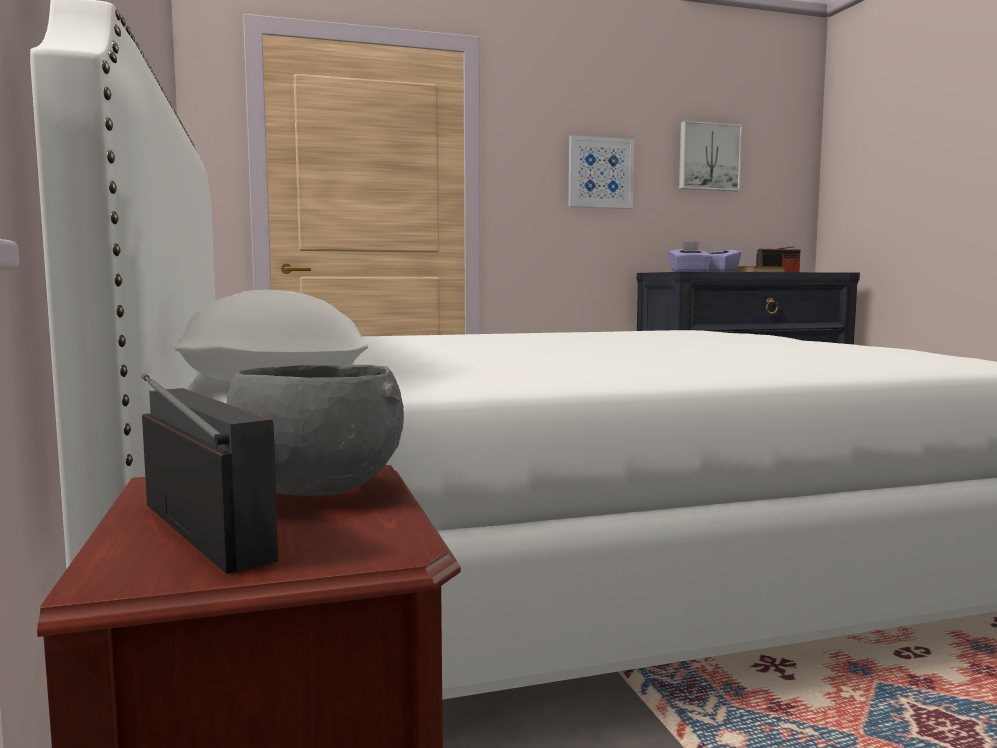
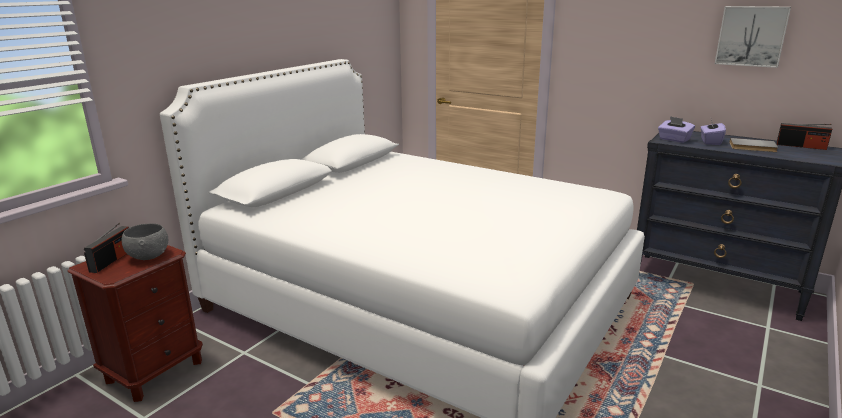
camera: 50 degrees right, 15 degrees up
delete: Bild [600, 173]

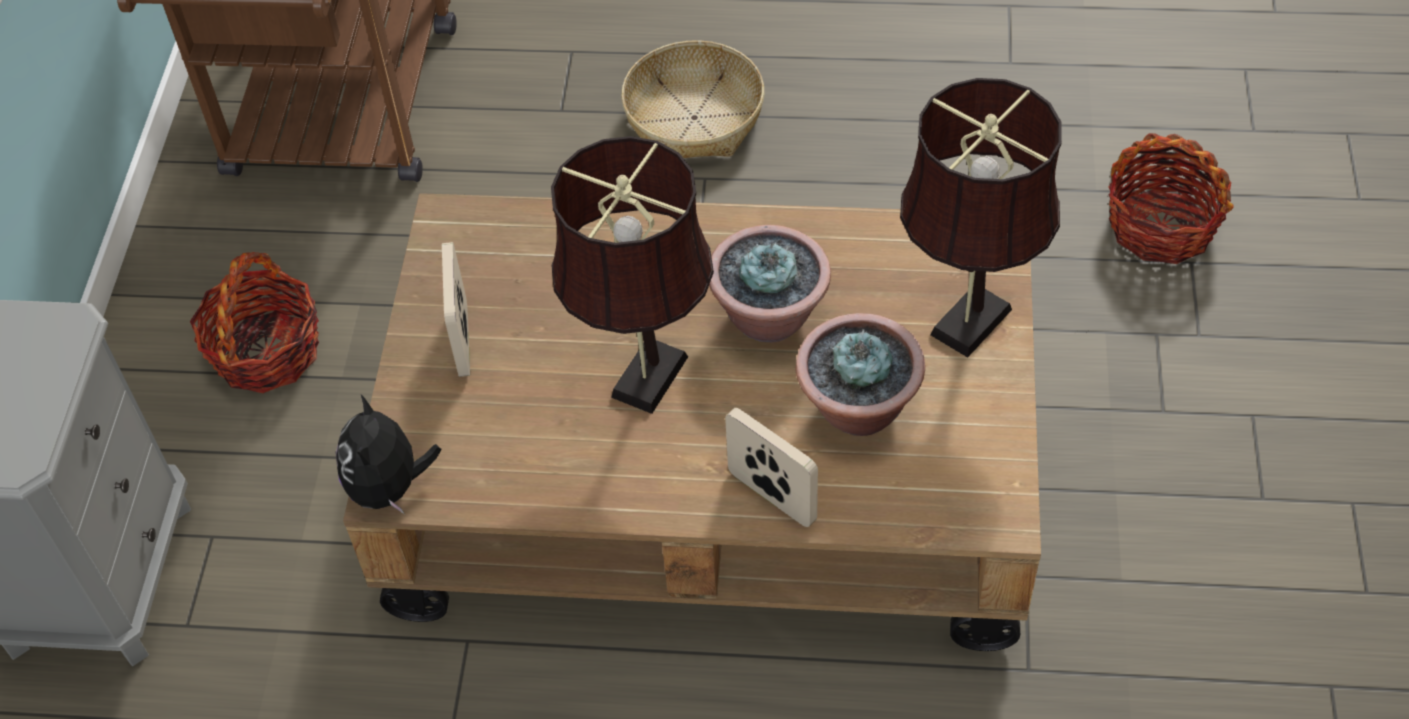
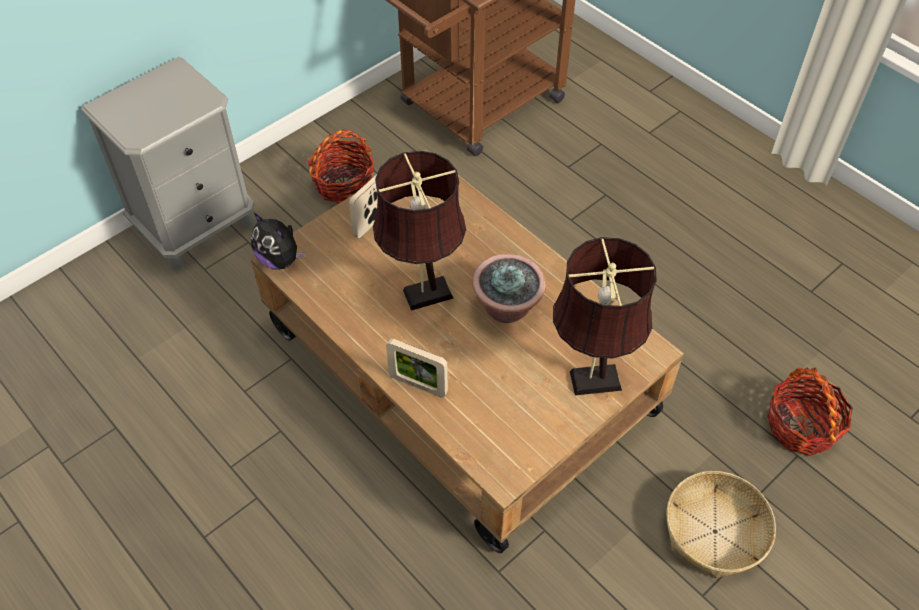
camera: 40 degrees right, 0 degrees up
delete: Topfpflanze [857, 409]
move: Korb [695, 118] to [715, 532]
rotate: Plüschtier [390, 488] = [280, 260] 90 degrees counterclockwise; Bilderrahmen [772, 497] = [418, 385] 120 degrees clockwise

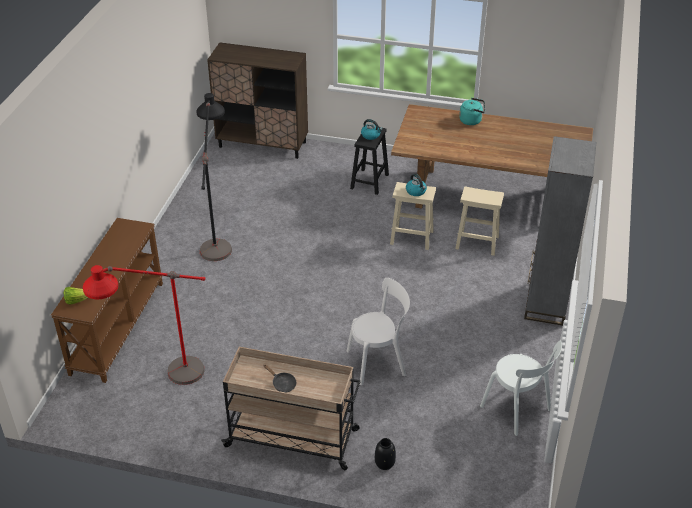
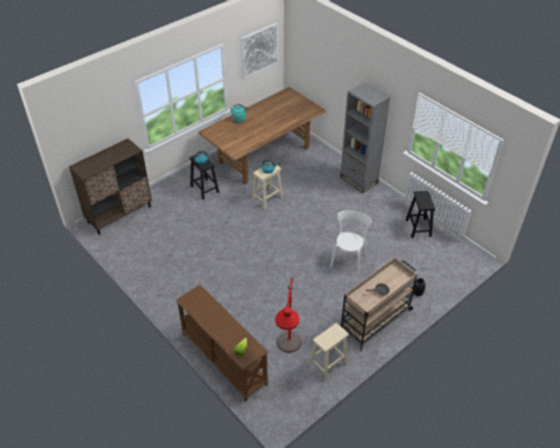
camera: 55 degrees left, 5 degrees up
delete: Stehlampe/schwarz [218, 236]
insert: Bild [259, 50]
move: Hocker/beige [476, 242] to [328, 364]
replace: Stuhl/weiß [518, 410] to Hocker/schwarz [418, 228]

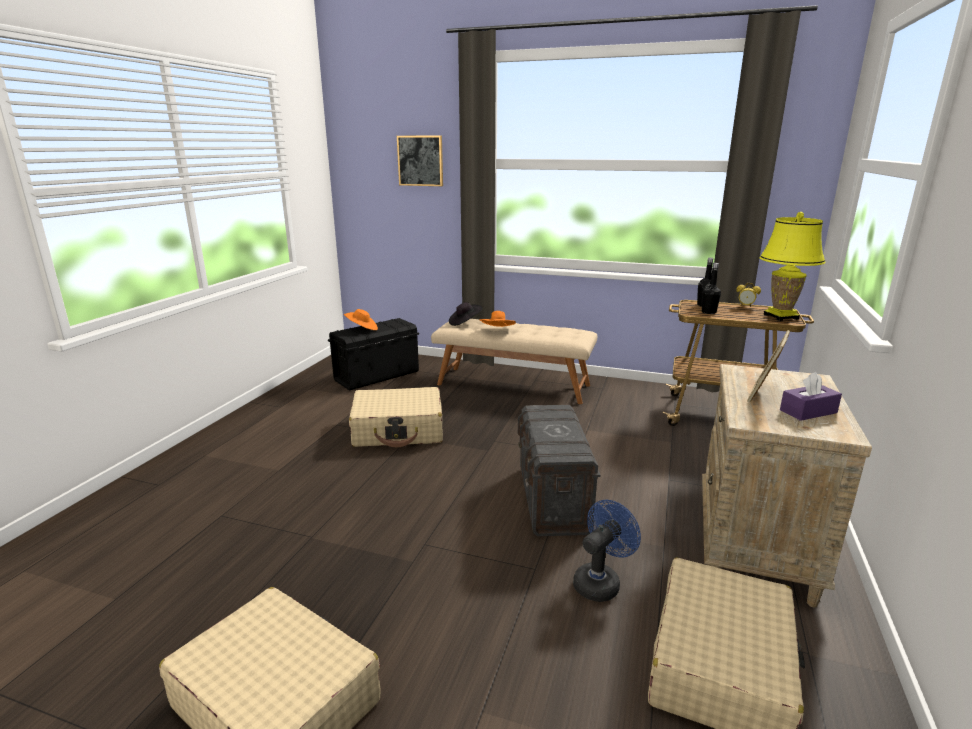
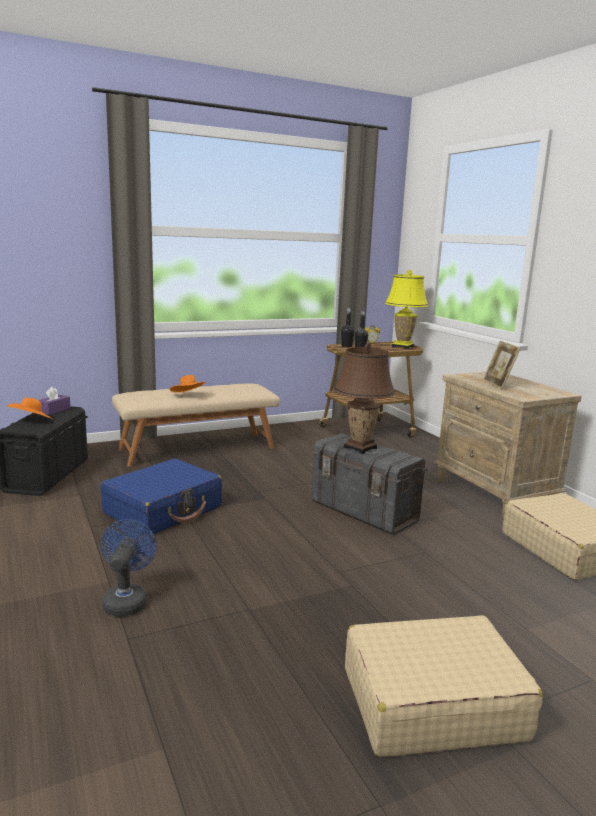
camera: 45 degrees left, 5 degrees down
delete: Bild [420, 161]; Hut/schwarz [465, 322]
insert: Tischlampe/braun [360, 448]
move: Ventilator/blau [600, 581] to [126, 600]; Taschentuchbox/lila [808, 411] to [54, 410]
recolor: Koffer/beige [398, 430] to Koffer/blau [164, 510]

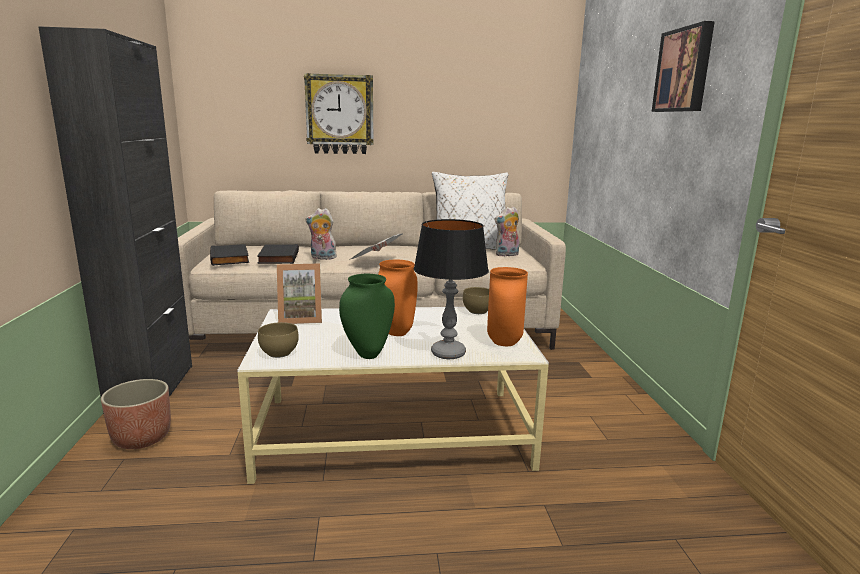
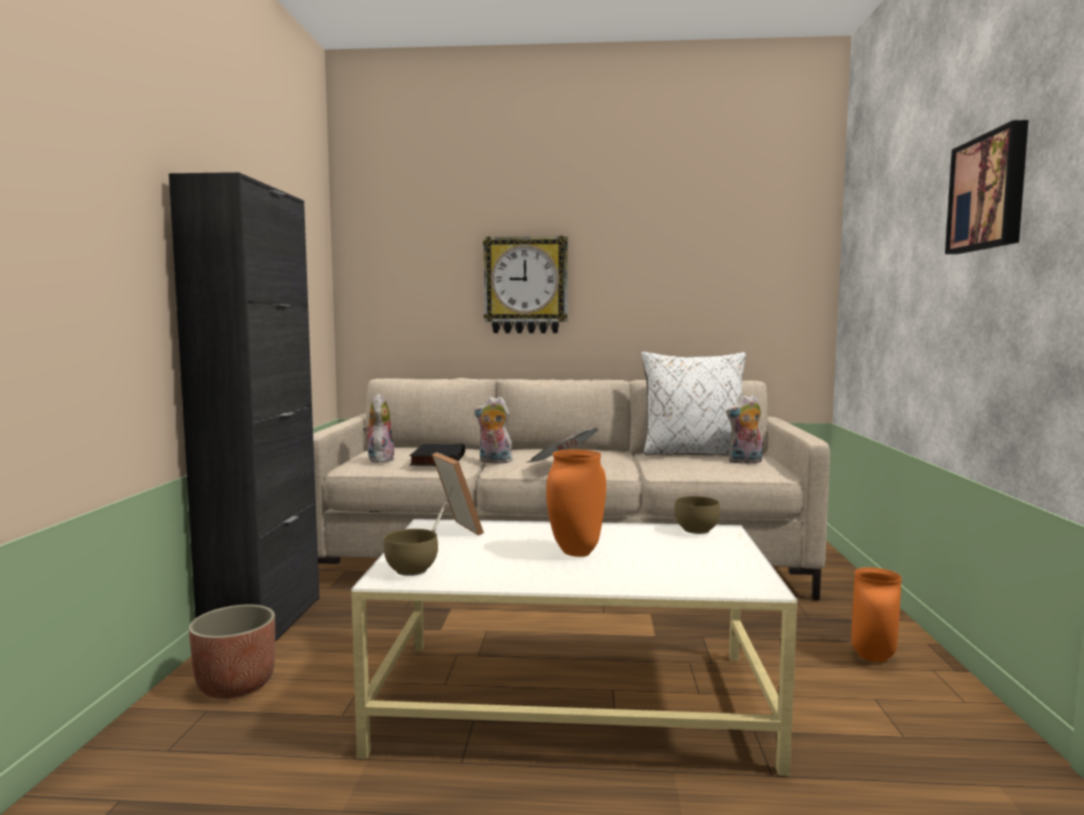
camera: 10 degrees right, 10 degrees down
delete: Vase/grün [368, 355]; Tischlampe [448, 353]
move: Vase/orange [503, 343] to [871, 657]
replace: Buch/schwarz [231, 258] to Plüschtier [379, 459]
rotate: Bilderrahmen [300, 319] = [450, 531] 120 degrees counterclockwise

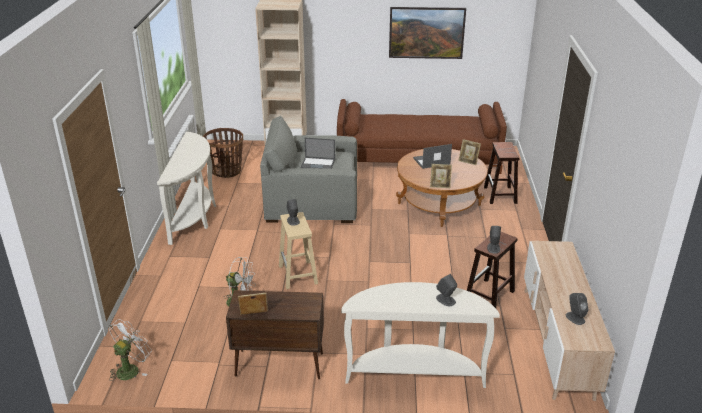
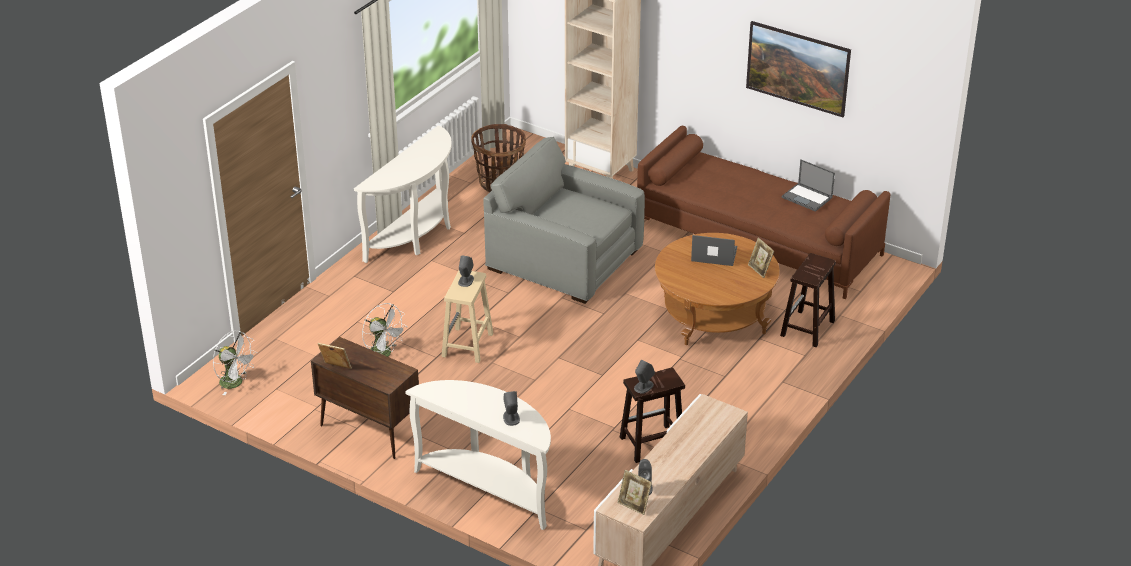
camera: 30 degrees right, 5 degrees up
move: Laptop [318, 164] to [807, 197]; Bilderrahmen [440, 186] to [634, 505]
rotate: Ventilator/weiß [131, 369] = [236, 383] 60 degrees clockwise

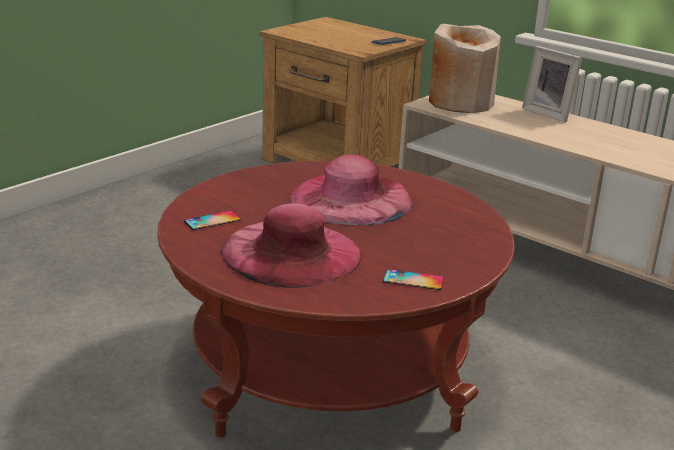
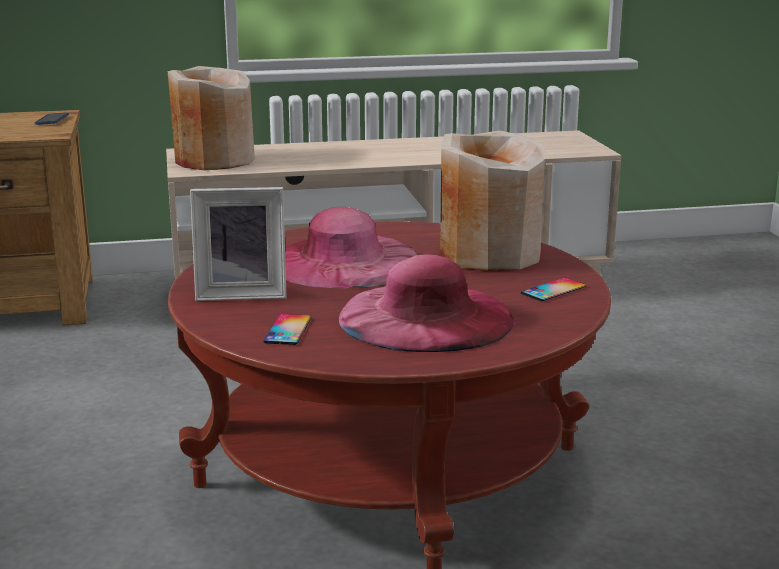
camera: 50 degrees left, 5 degrees down
insert: Vase/beige [488, 254]
move: Bilderrahmen [549, 113] to [242, 293]

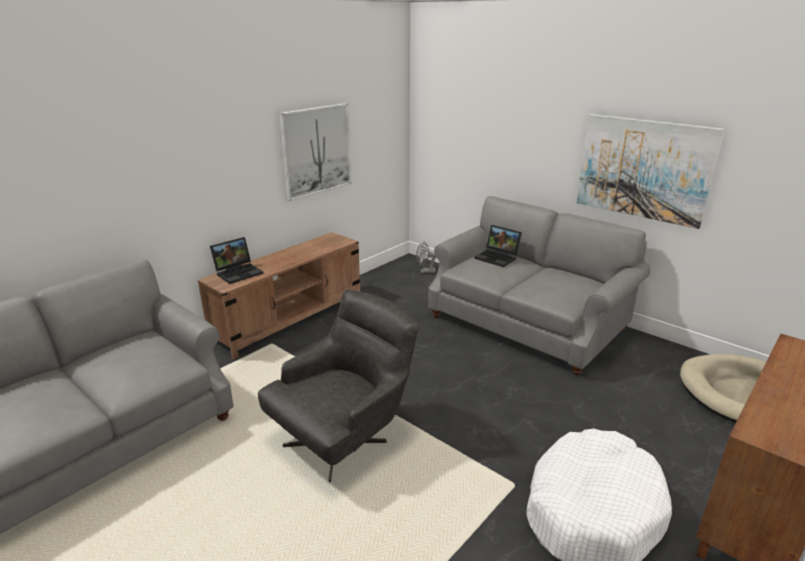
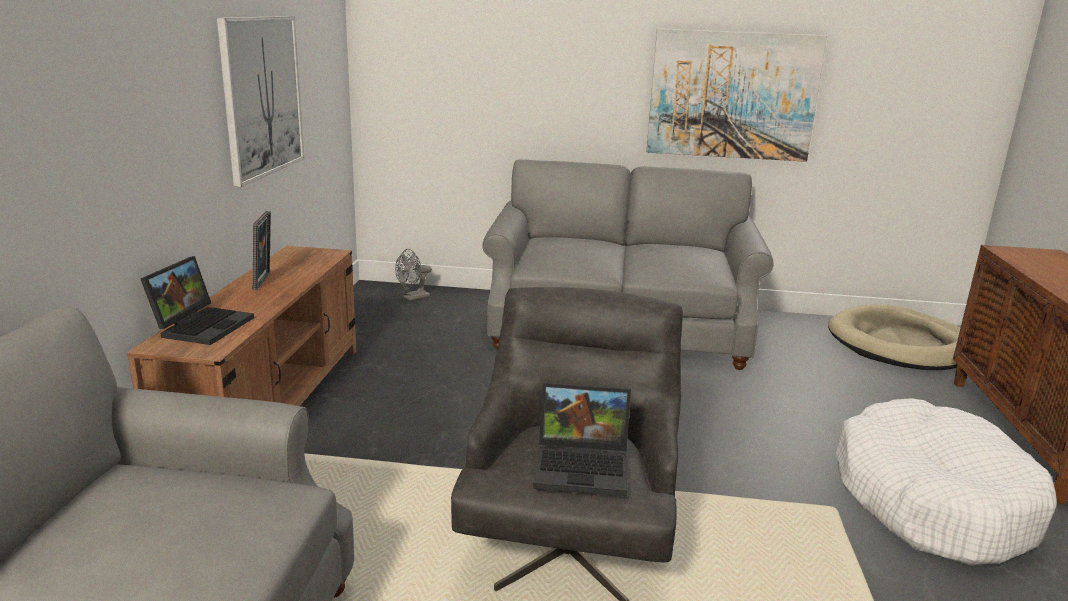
camera: 35 degrees left, 5 degrees down
insert: Bilderrahmen [264, 281]
move: Laptop [498, 258] to [584, 467]

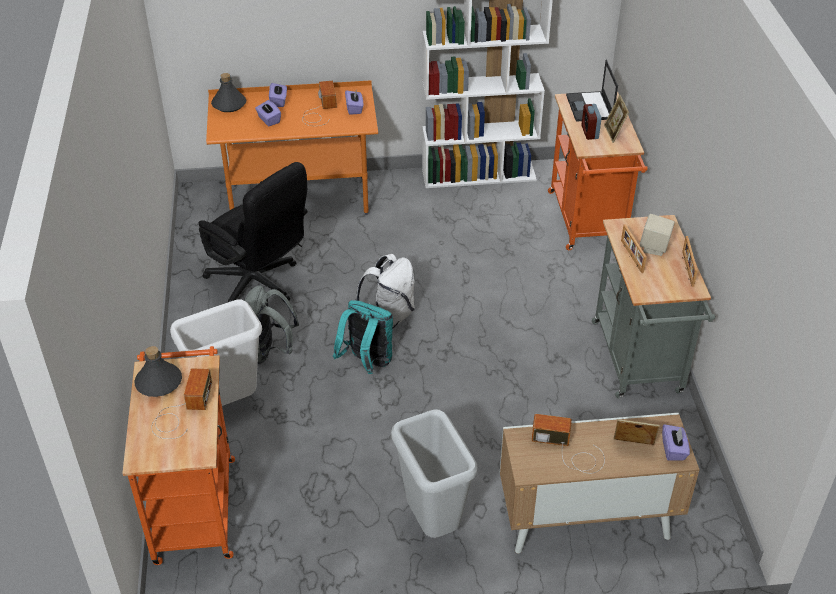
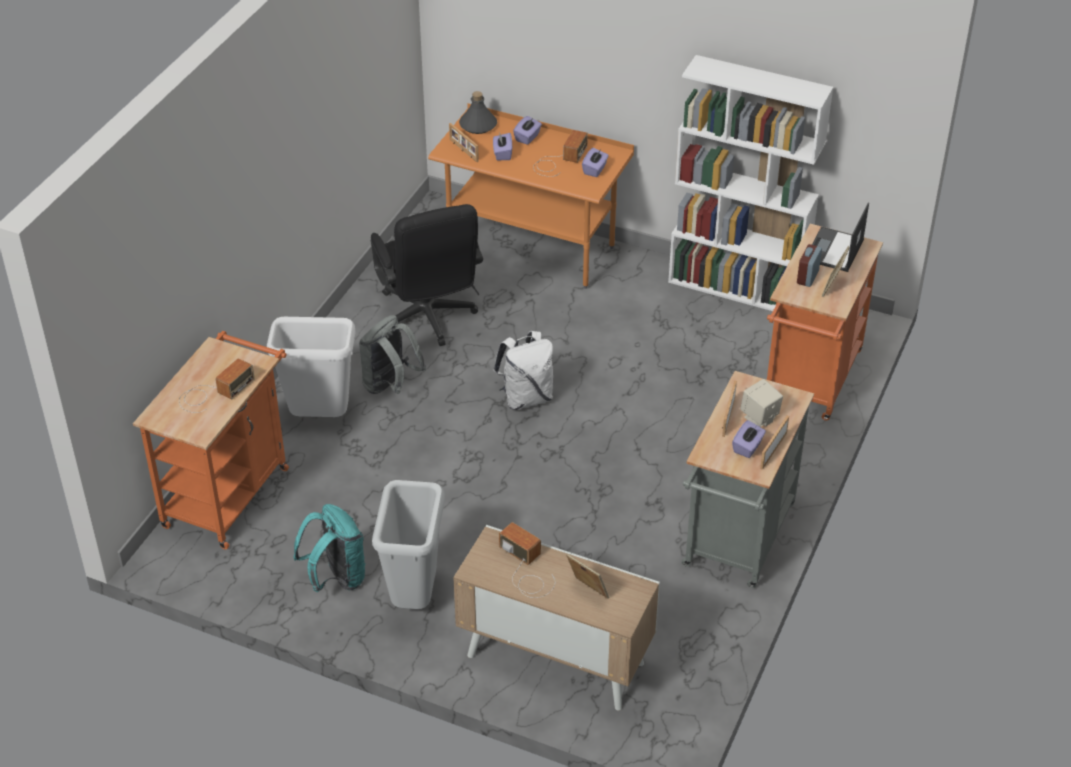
camera: 30 degrees right, 0 degrees up
delete: Flasche/grau [159, 382]
insert: Bilderrahmen [463, 150]
move: Rucksack/türkis [367, 362] to [336, 578]; Taschentuchbox/lila [673, 450] to [748, 447]

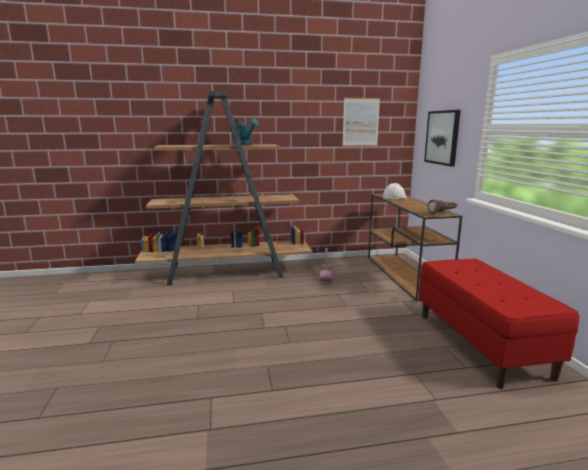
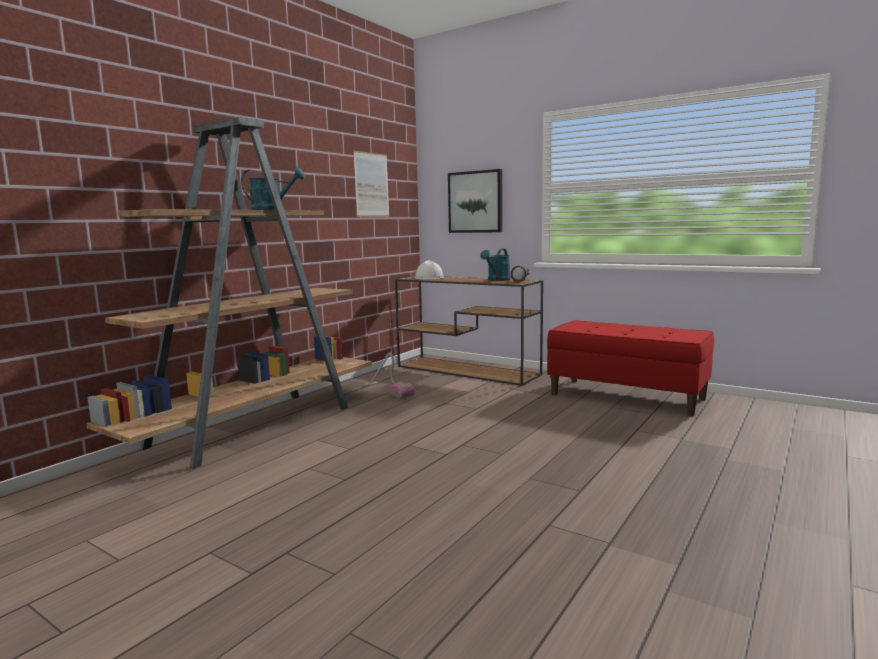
camera: 45 degrees left, 5 degrees down
insert: Gießkanne/türkis [497, 280]

